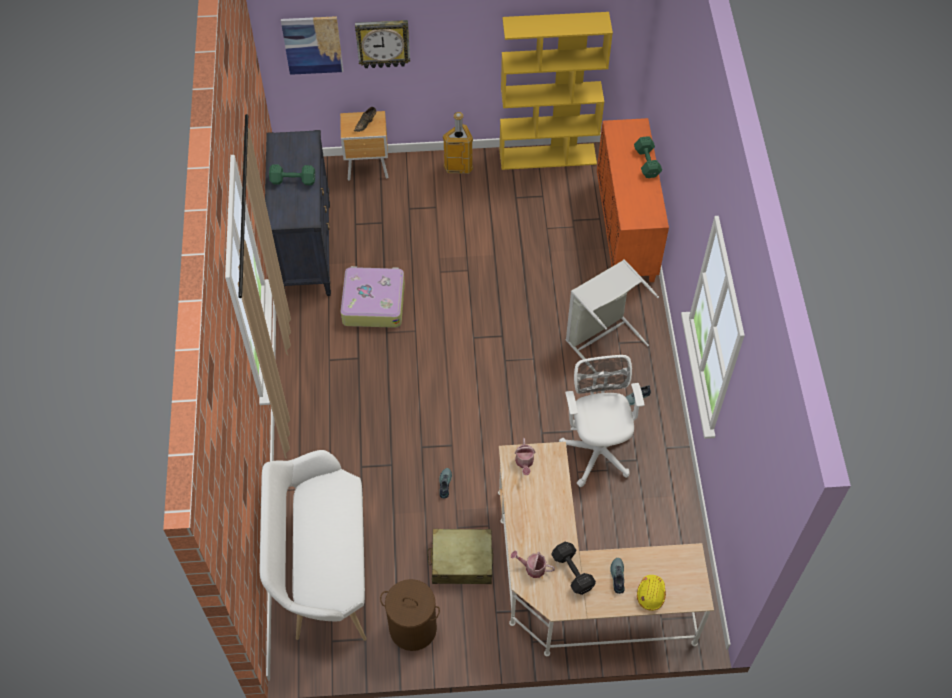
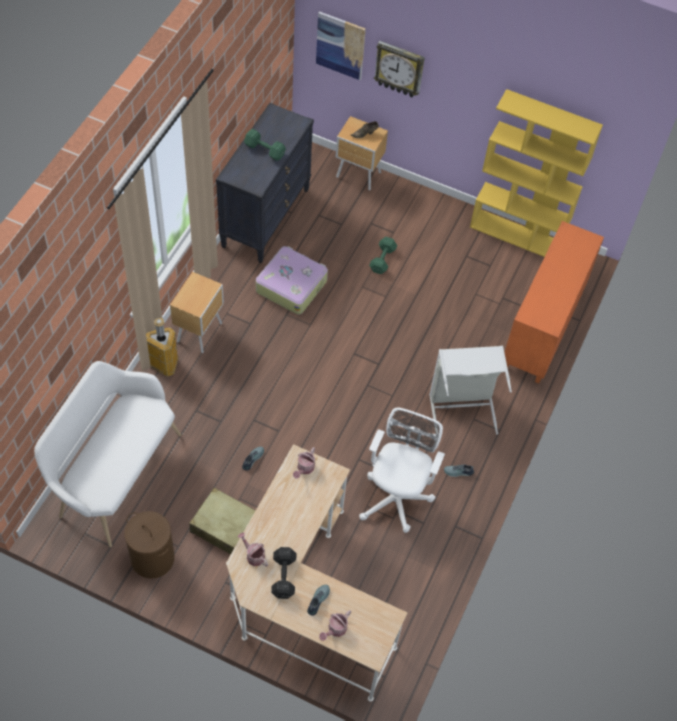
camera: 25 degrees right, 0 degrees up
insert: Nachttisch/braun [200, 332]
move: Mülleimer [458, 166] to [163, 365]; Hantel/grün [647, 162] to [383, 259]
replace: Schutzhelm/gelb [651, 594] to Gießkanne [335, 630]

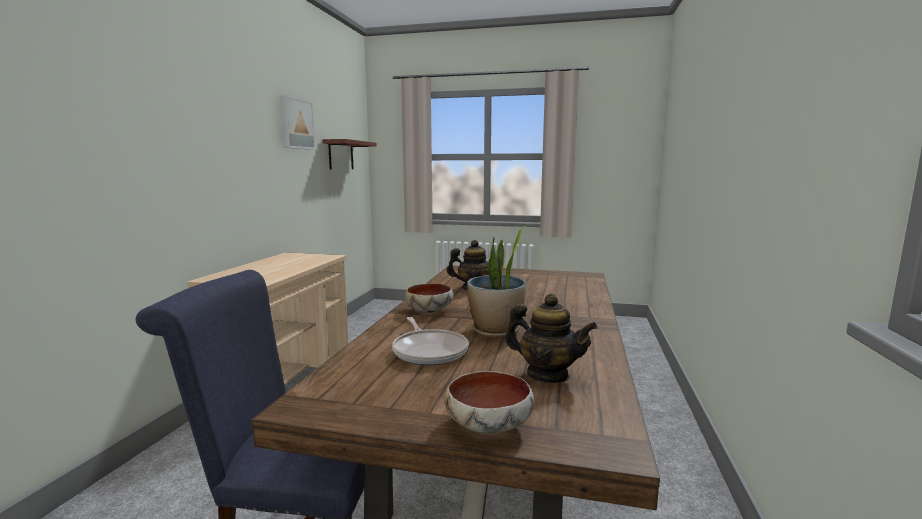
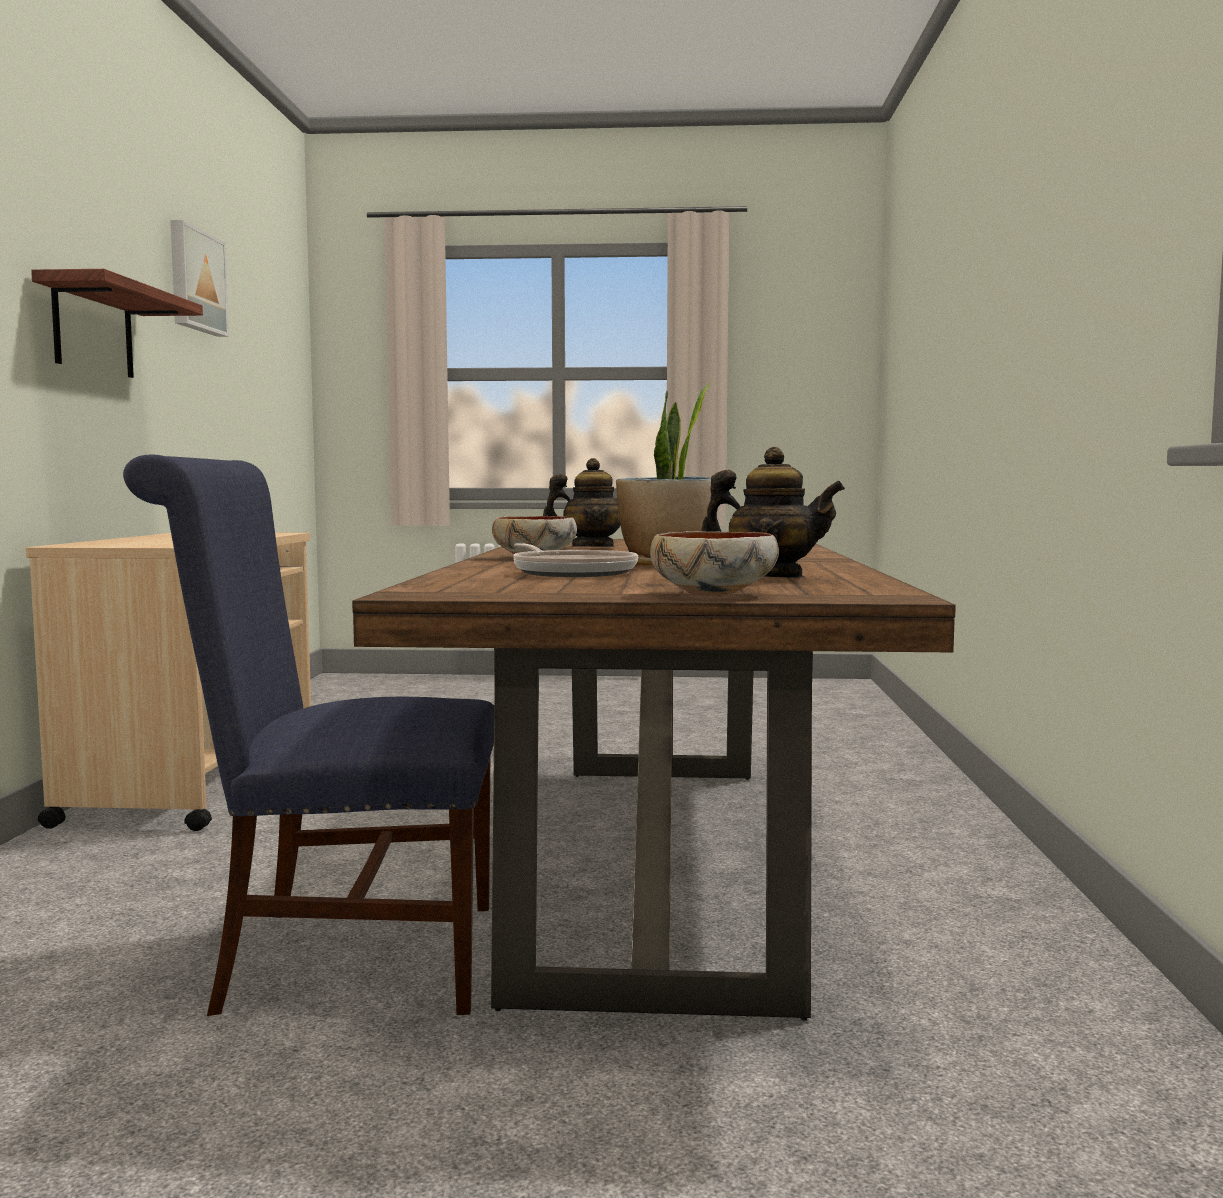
camera: 10 degrees left, 5 degrees down
move: Wandregal [341, 155] to [93, 330]

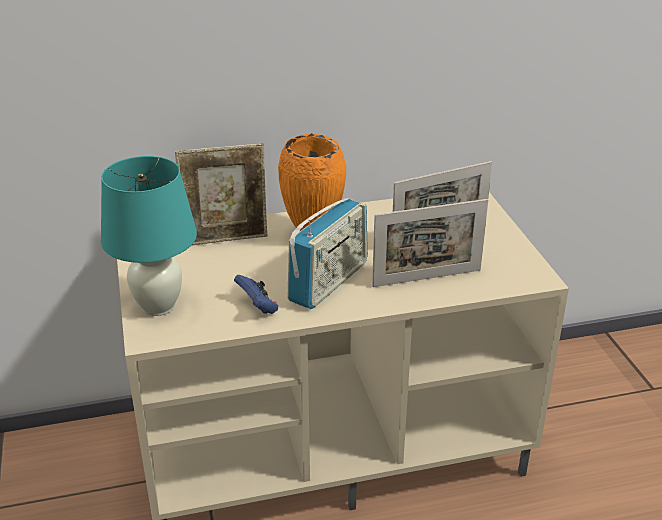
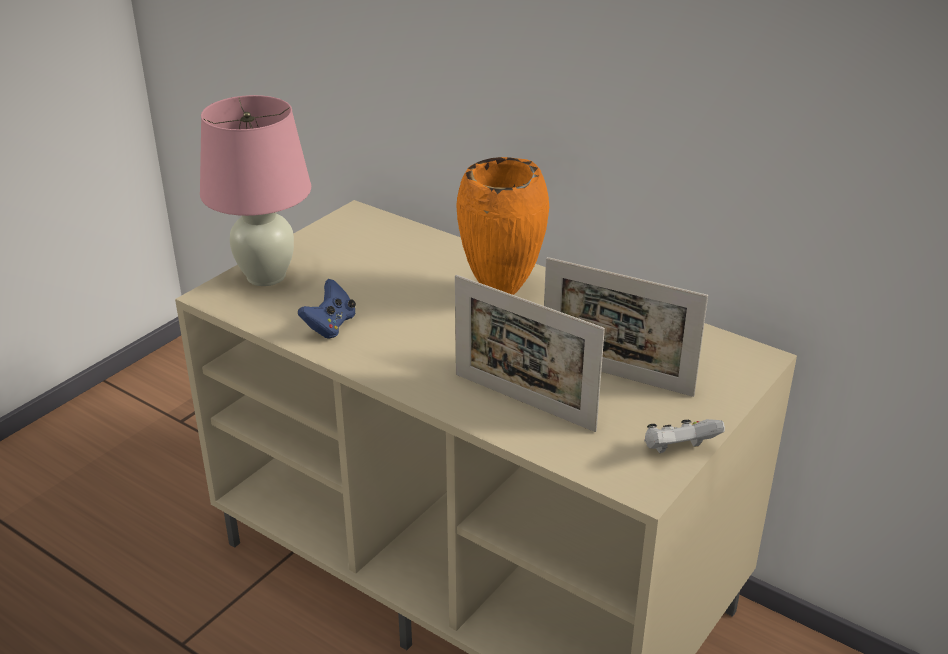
camera: 50 degrees right, 0 degrees up
delete: Bilderrahmen [226, 239]; Radio [329, 282]
insert: Gamepad/weiß [678, 451]
recolor: Tischlampe/türkis [158, 306] to Tischlampe/rosa [266, 276]

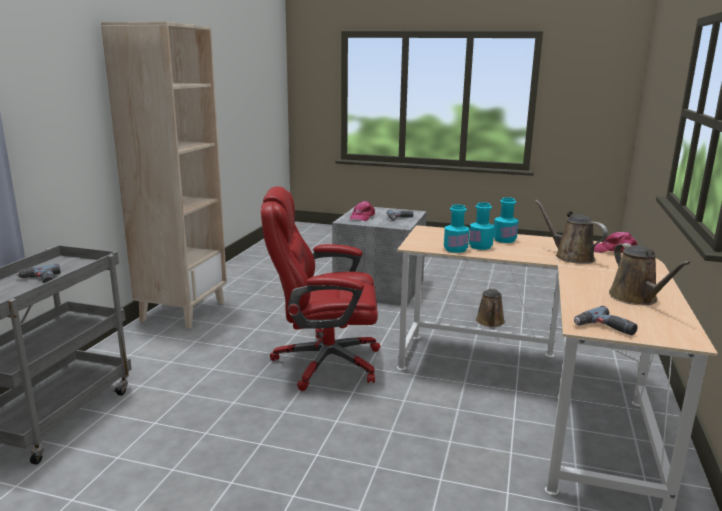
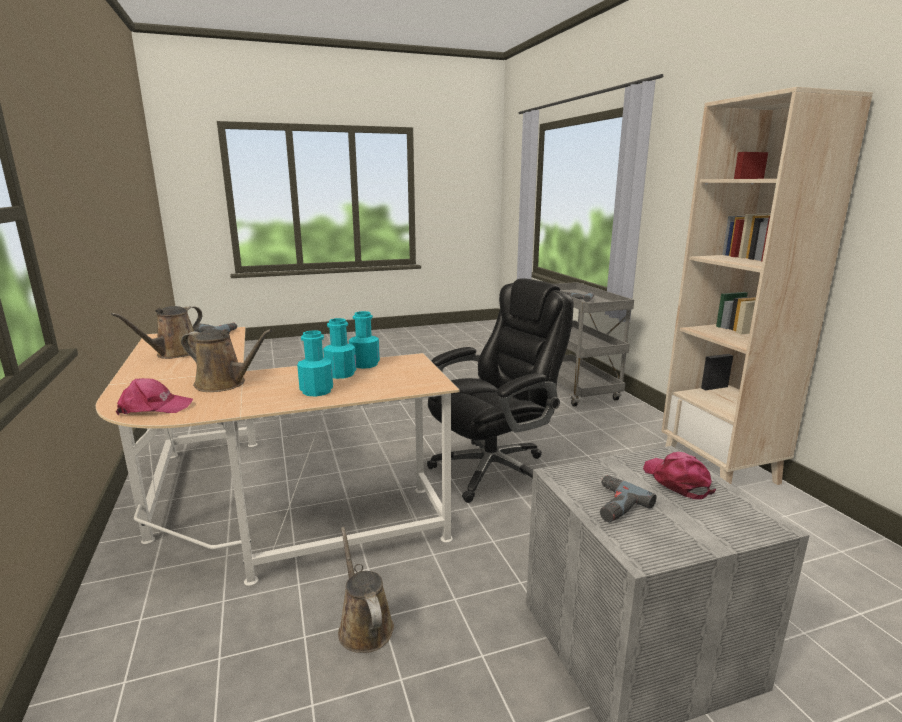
camera: 145 degrees right, 0 degrees up
recolor: Bürostuhl/rot [324, 362] to Bürostuhl/schwarz [493, 470]
rotate: Gießkanne/braun [636, 298] = [175, 354] 105 degrees counterclockwise

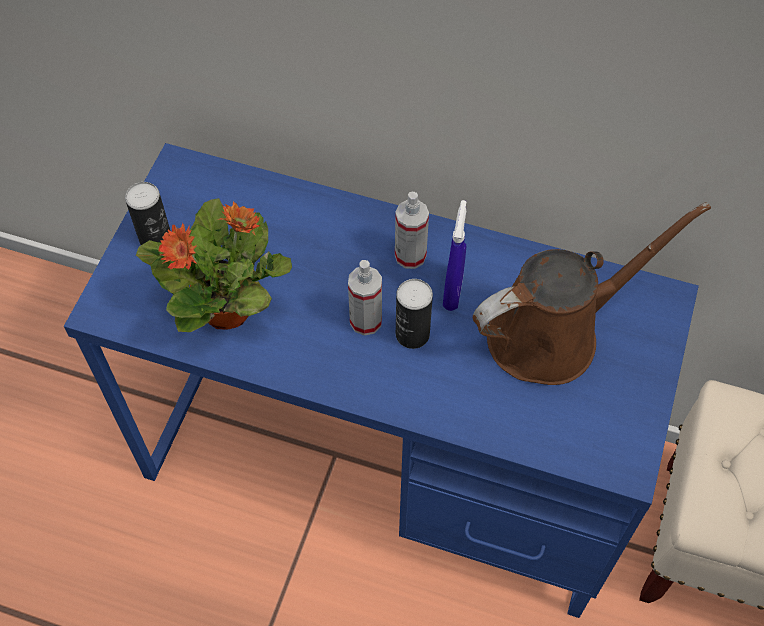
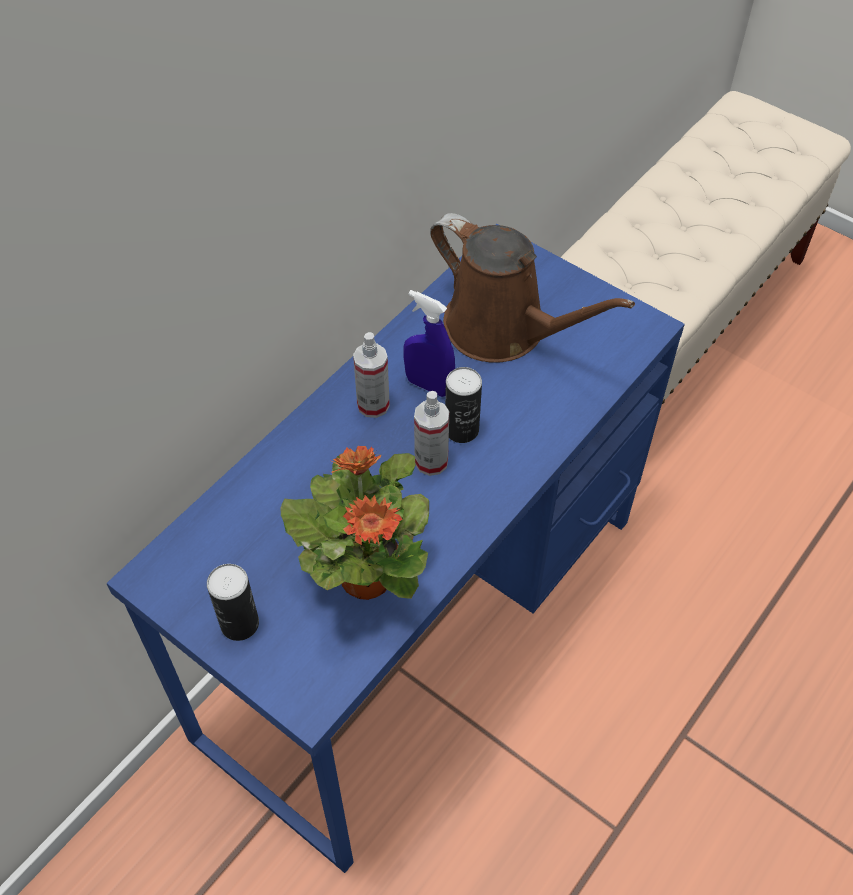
camera: 70 degrees left, 5 degrees down
rotate: Gießkanne/braun [553, 333] = [503, 329] 135 degrees clockwise

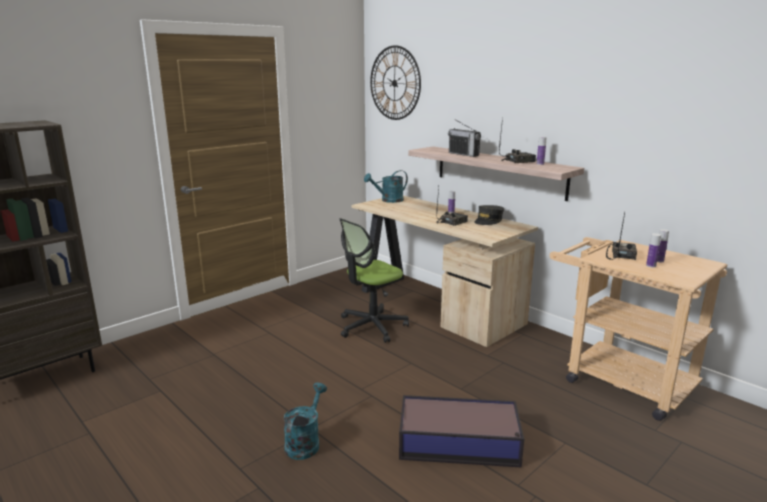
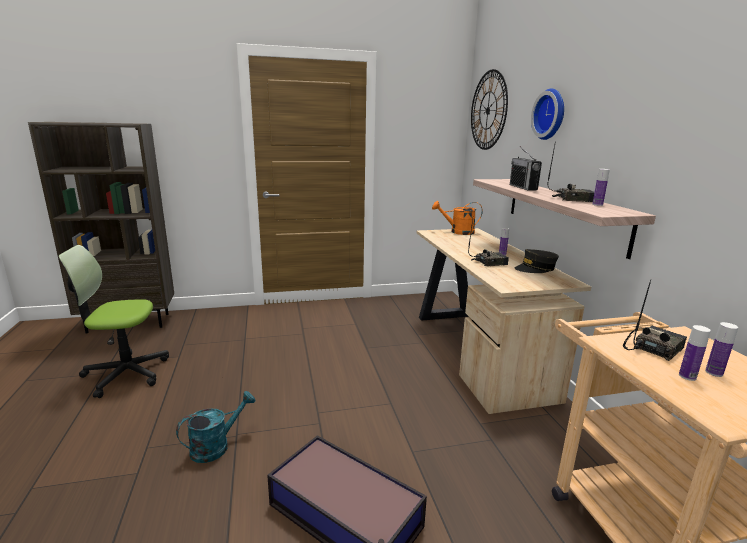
camera: 30 degrees right, 0 degrees up
insert: Wanduhr [551, 114]
move: Bürostuhl [372, 326] to [126, 373]
recolor: Gießkanne/türkis [388, 200] to Gießkanne/orange [458, 232]

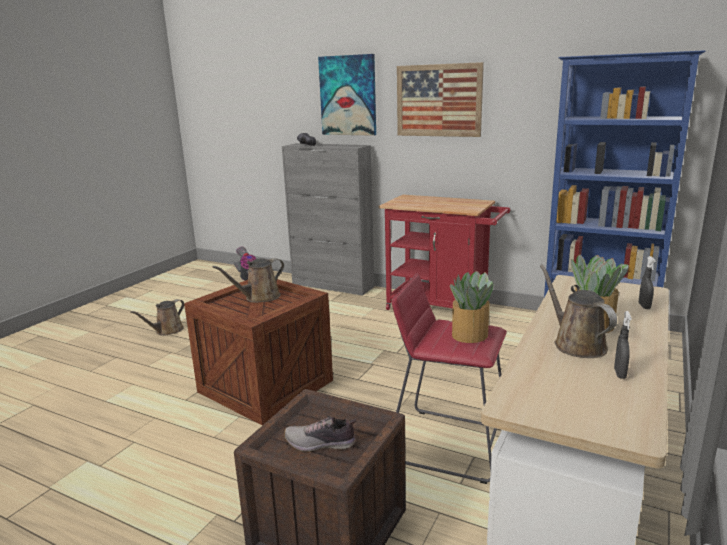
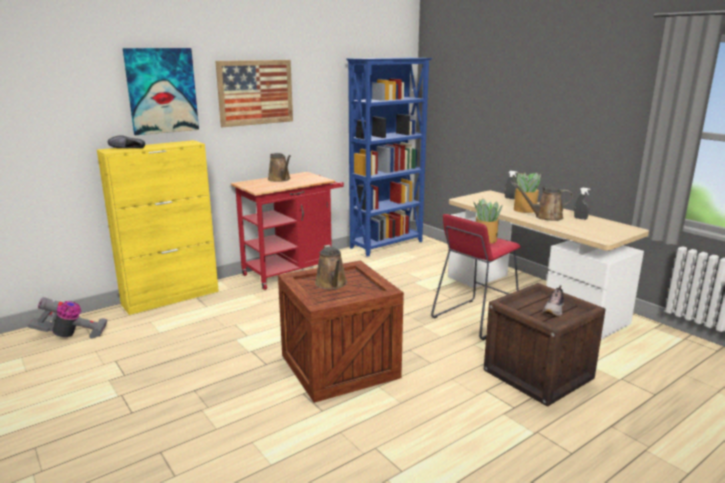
camera: 65 degrees left, 0 degrees up
move: Gießkanne/braun [167, 331] to [280, 179]
recolor: Schrank/grau [333, 285] to Schrank/gelb [171, 297]

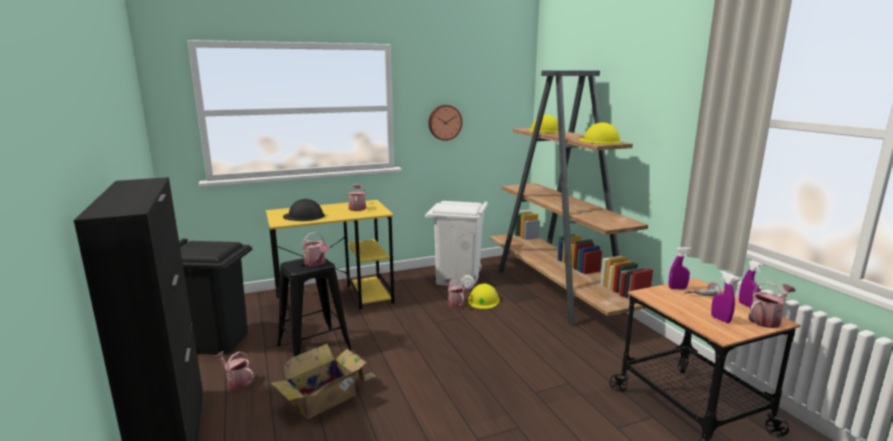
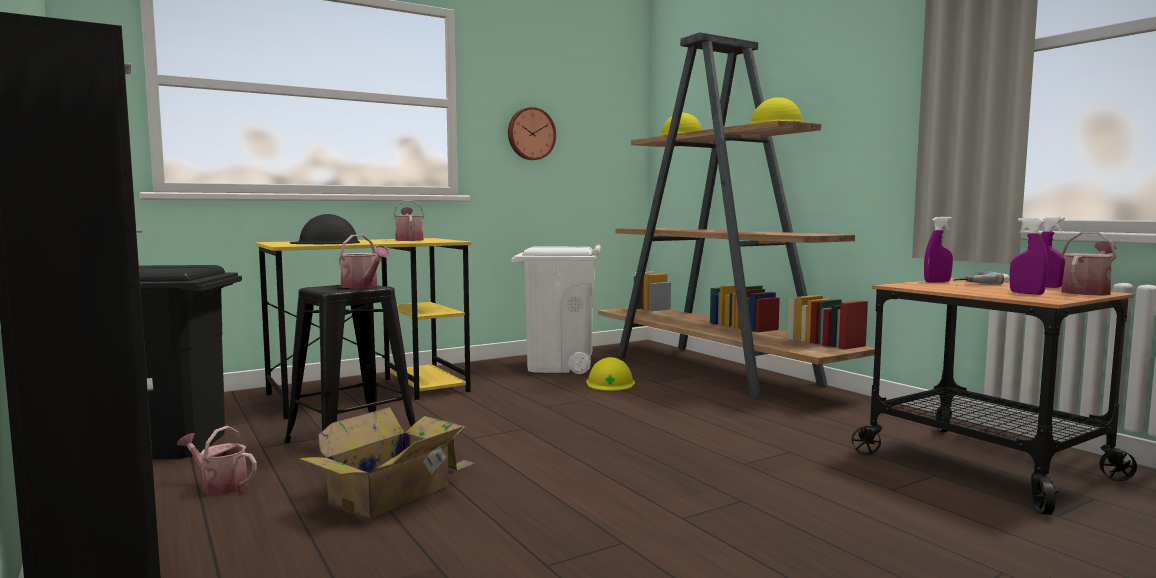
camera: 10 degrees left, 10 degrees down
delete: Gießkanne [454, 302]

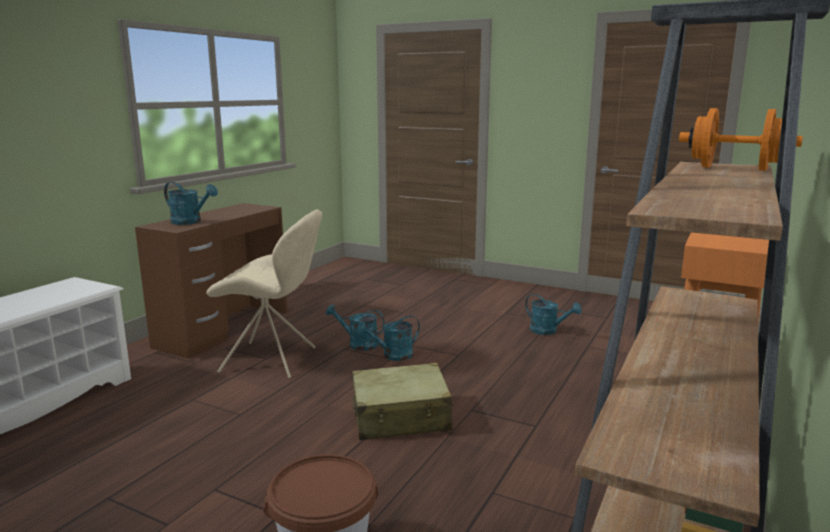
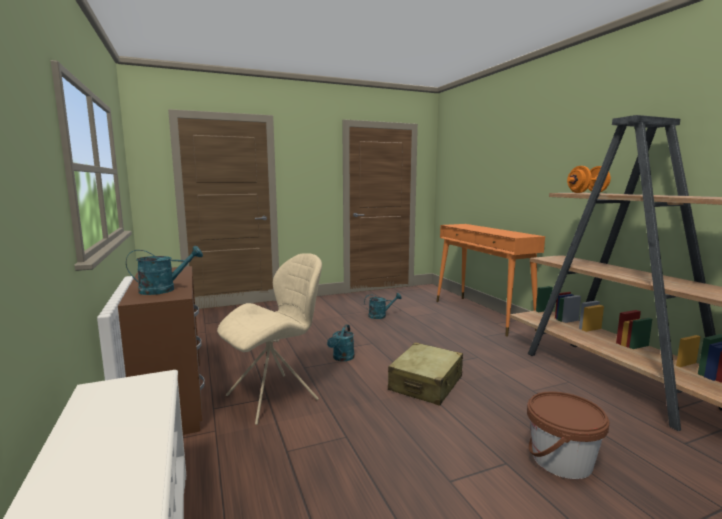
camera: 50 degrees left, 5 degrees down
delete: Gießkanne/türkis [358, 344]

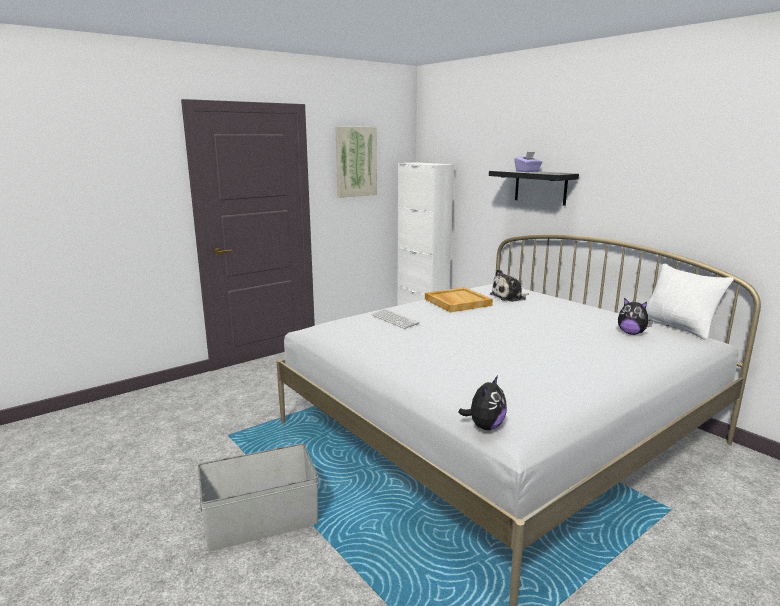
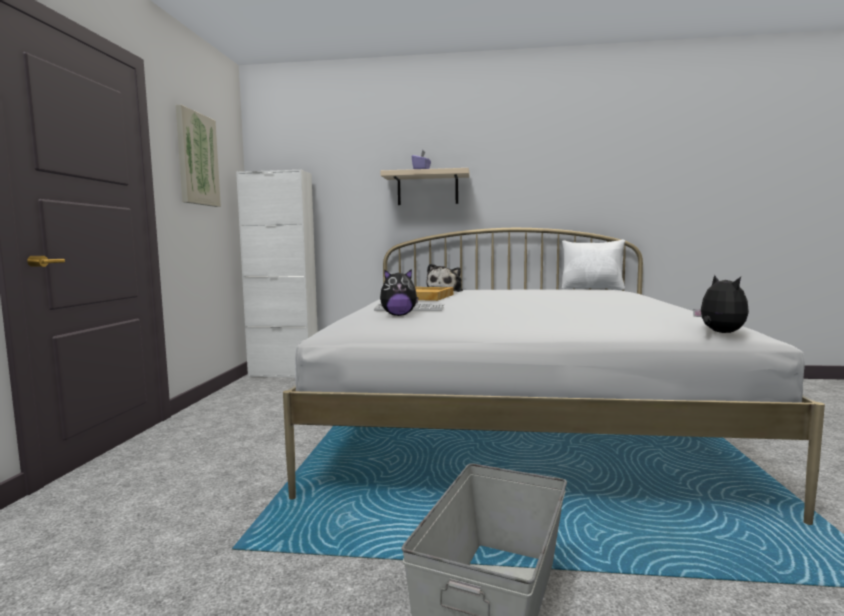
camera: 45 degrees left, 10 degrees down
move: Plüschtier [631, 333] to [398, 315]
recolor: Wandregal/schwarz [540, 187] to Wandregal/beige [427, 189]

